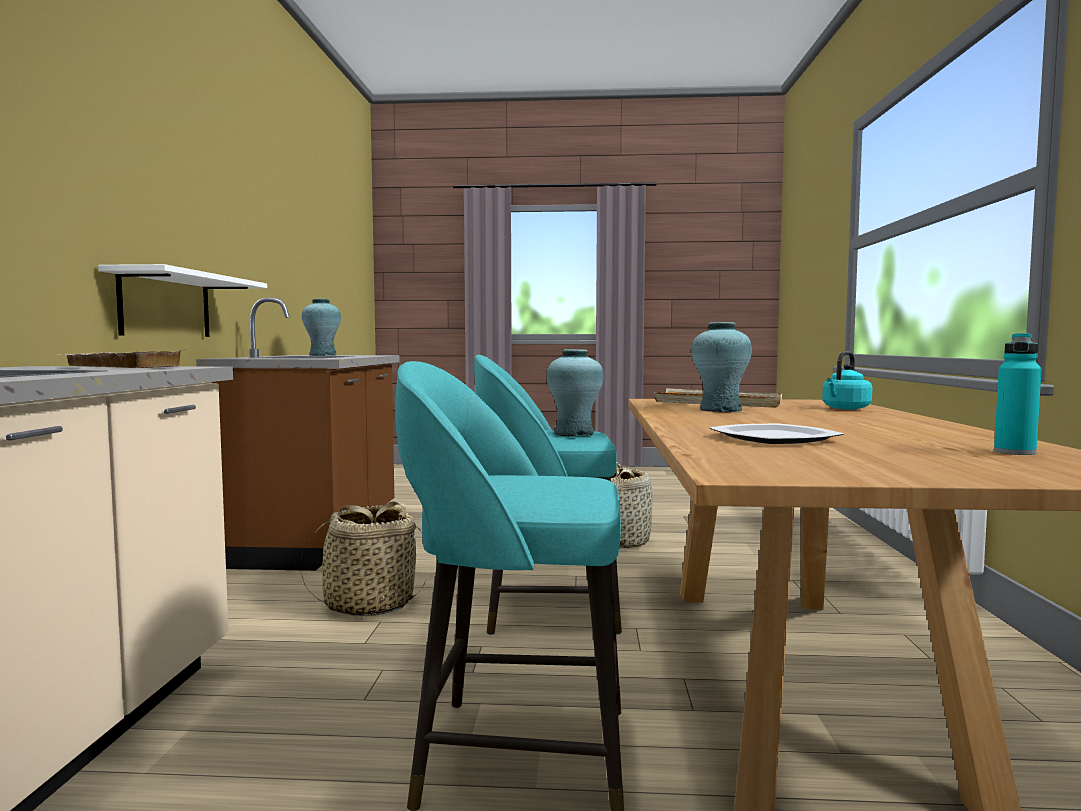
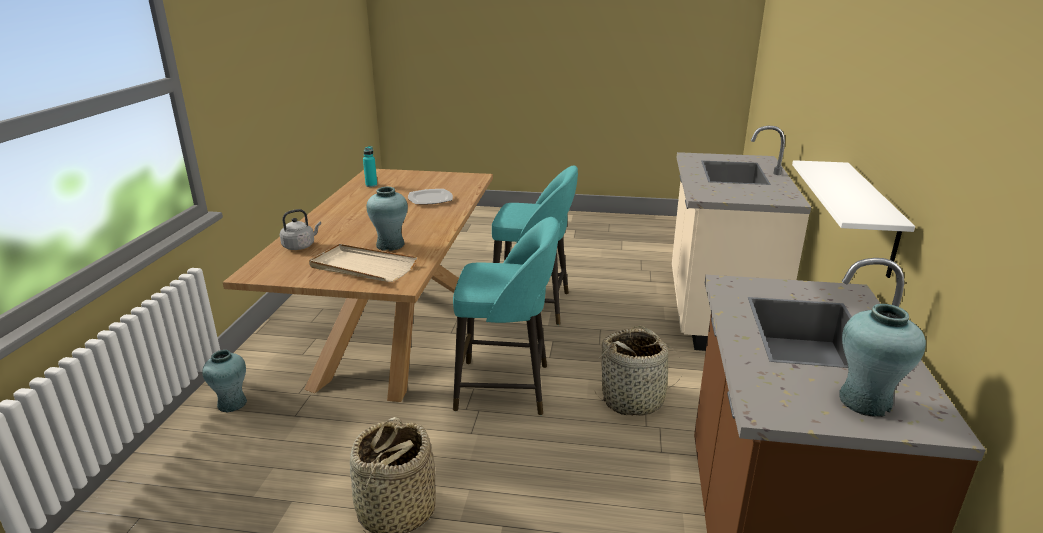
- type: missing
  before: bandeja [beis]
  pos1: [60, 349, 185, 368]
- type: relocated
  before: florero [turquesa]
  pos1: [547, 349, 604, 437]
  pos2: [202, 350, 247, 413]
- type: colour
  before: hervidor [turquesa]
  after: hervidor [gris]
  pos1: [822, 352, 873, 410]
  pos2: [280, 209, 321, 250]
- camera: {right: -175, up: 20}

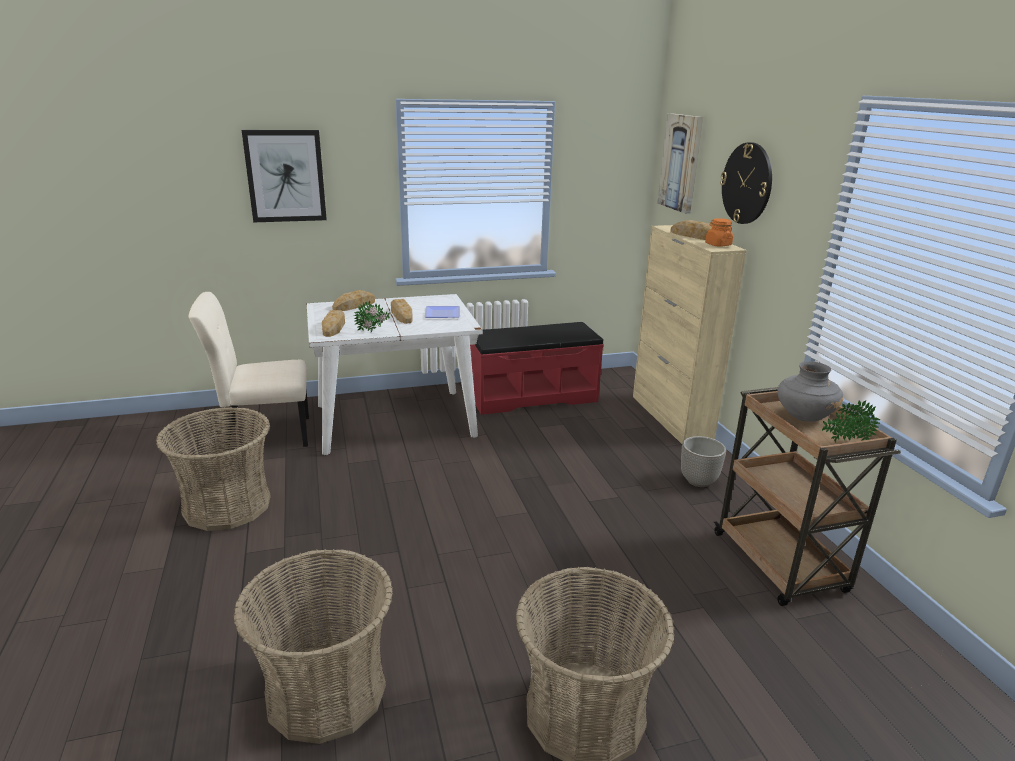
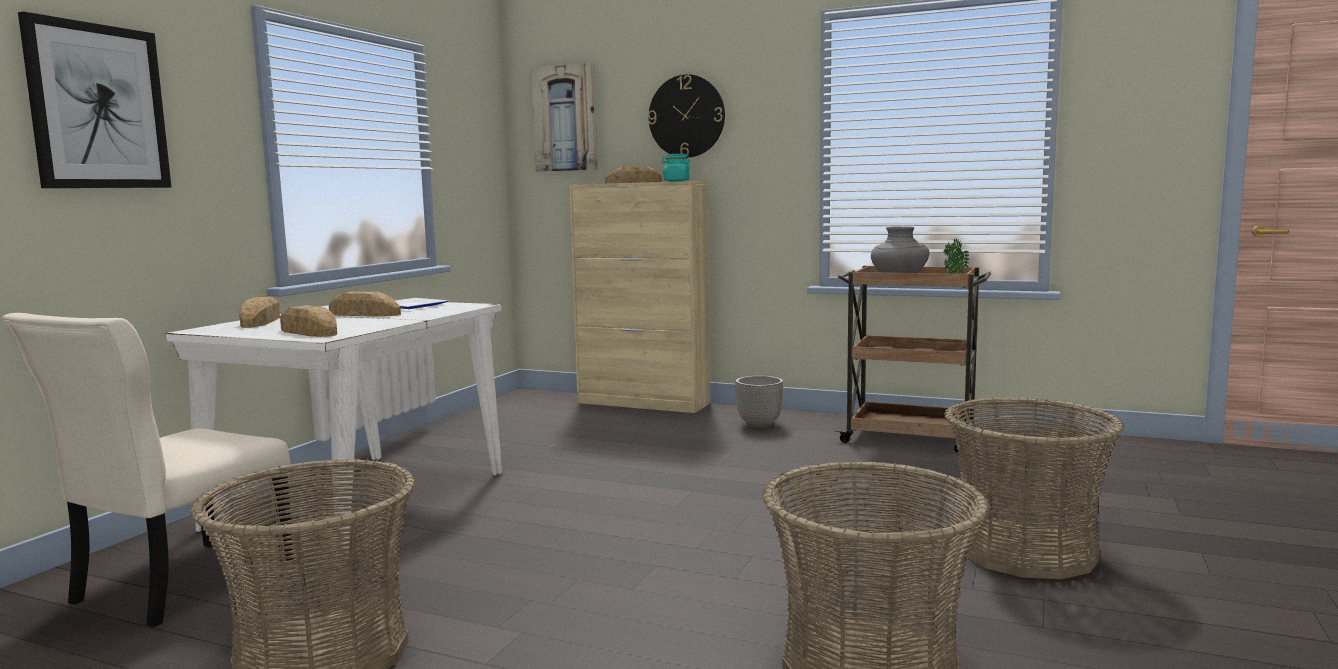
- type: colour
  before: tarro [naranja]
  after: tarro [turquesa]
  pos1: [705, 218, 733, 247]
  pos2: [661, 154, 691, 182]
- type: missing
  before: planta en maceta
  pos1: [354, 301, 390, 332]
- type: missing
  before: banco [rojo]
  pos1: [470, 322, 604, 415]
- camera: {right: -50, up: -15}

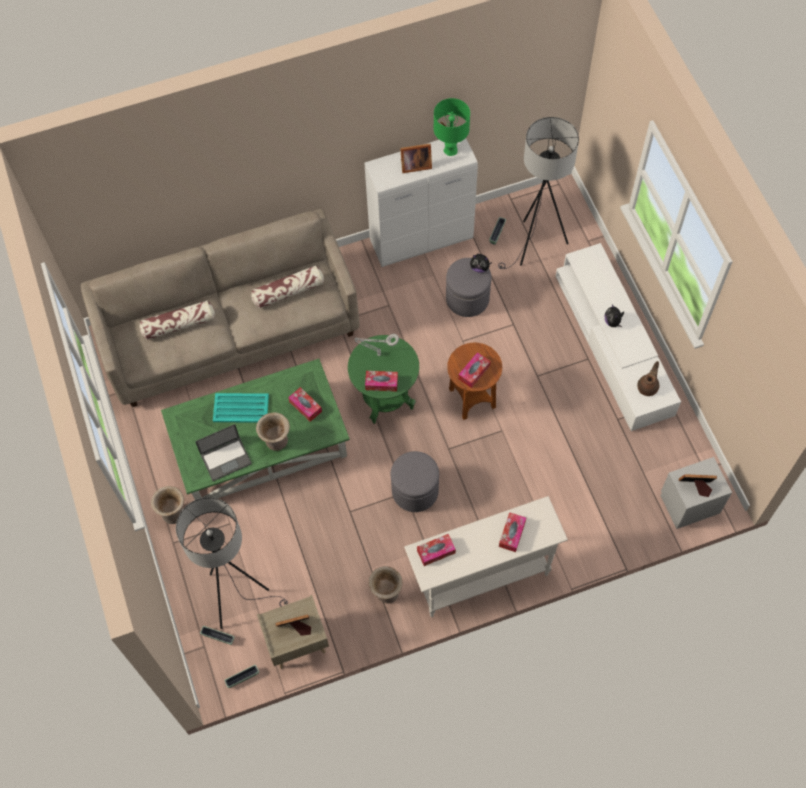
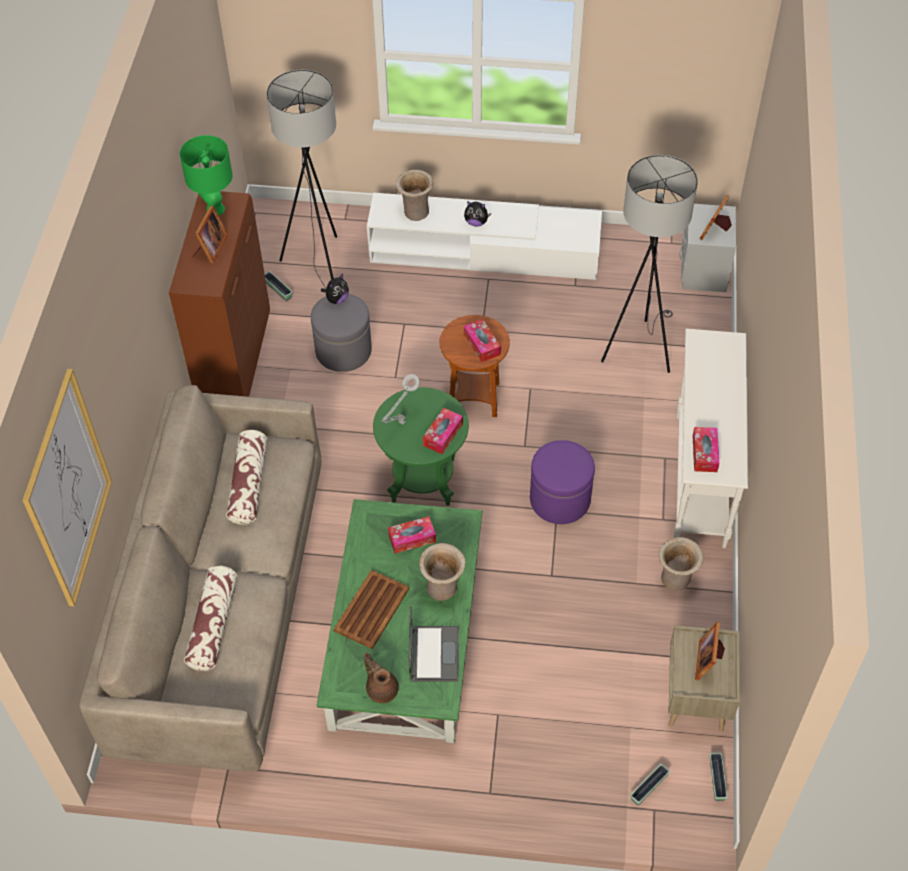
- type: colour
  before: armario [blanco]
  after: armario [marrón]
  pos1: [364, 138, 478, 267]
  pos2: [169, 191, 270, 397]
- type: relocated
  before: tetera [marrón]
  pos1: [637, 361, 659, 396]
  pos2: [364, 653, 399, 703]
- type: colour
  before: bandeja [turquesa]
  after: bandeja [marrón]
  pos1: [213, 393, 269, 423]
  pos2: [333, 570, 409, 649]
- type: colour
  before: puf [gris]
  after: puf [morado]
  pos1: [391, 451, 439, 512]
  pos2: [530, 440, 595, 524]
- type: relocated
  before: florero [beis]
  pos1: [151, 486, 184, 524]
  pos2: [396, 170, 433, 221]
- type: relocated
  before: lámpara de pie [gris]
  pos1: [176, 497, 288, 629]
  pos2: [601, 155, 698, 373]
- type: missing
  before: caja de pañuelos
  pos1: [499, 512, 526, 552]
- type: appeared
  after: cuadro
  pos2: [22, 369, 112, 607]
- camera: {right: -65, up: -10}

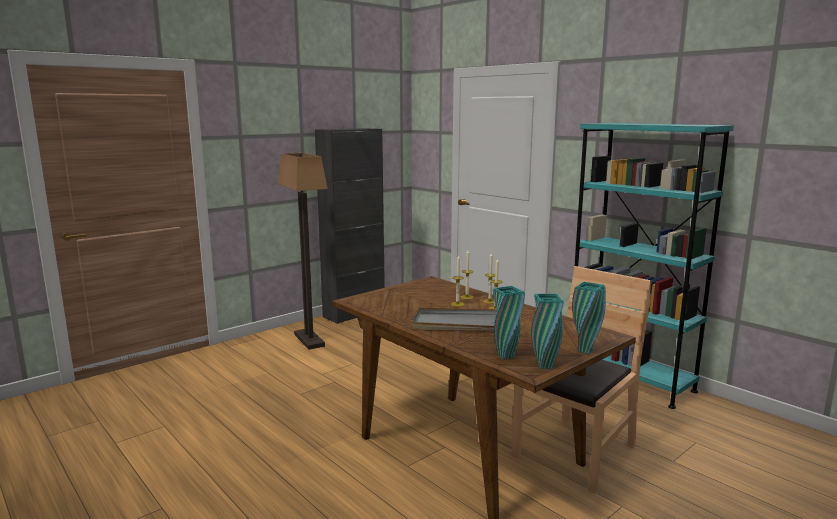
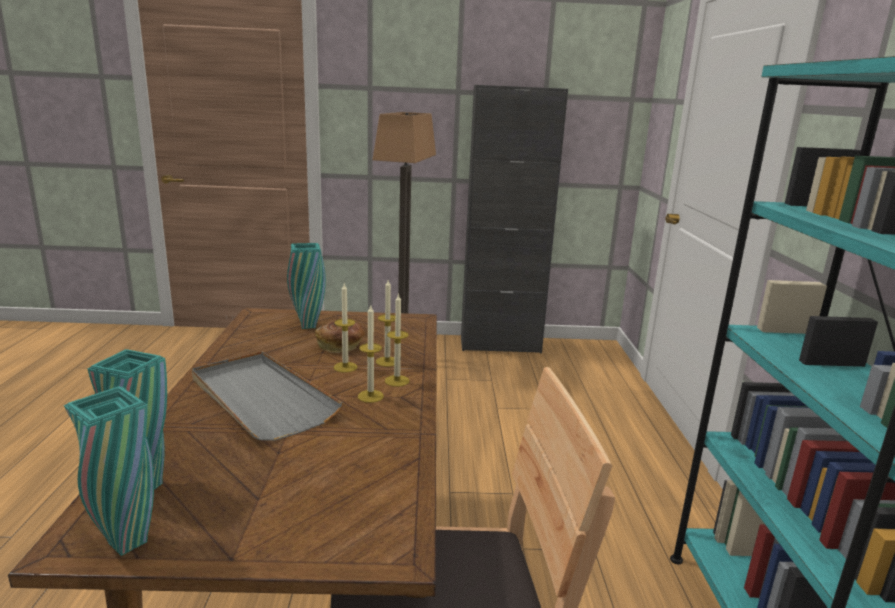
- type: relocated
  before: florero [turquesa]
  pos1: [572, 282, 606, 354]
  pos2: [287, 243, 326, 329]
- type: appeared
  after: pan
  pos2: [315, 321, 365, 353]
- camera: {right: 40, up: 5}

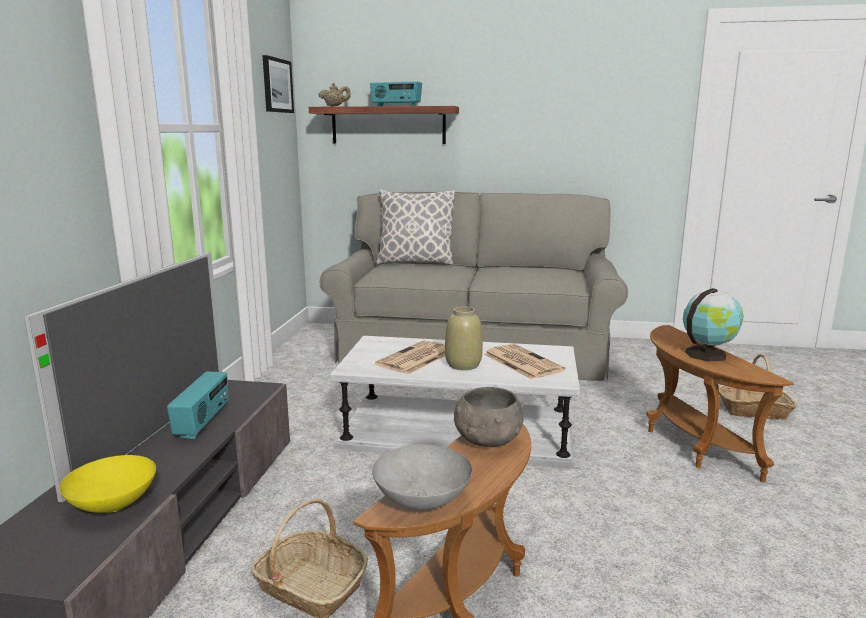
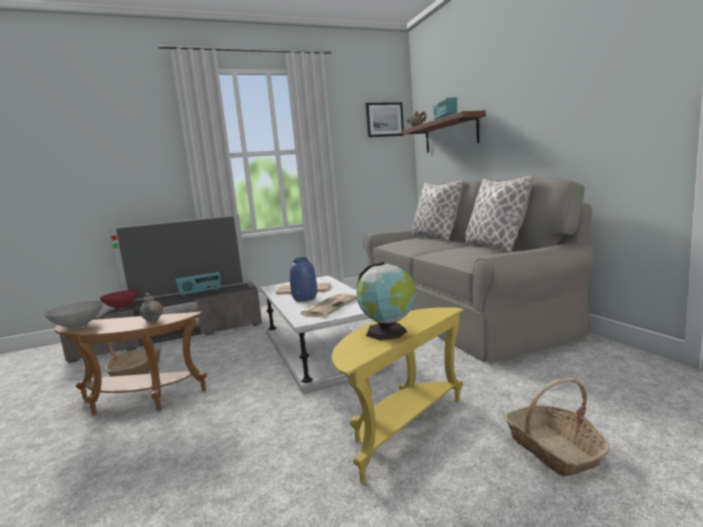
- type: colour
  before: florero [beis]
  after: florero [azul]
  pos1: [445, 306, 483, 370]
  pos2: [290, 257, 317, 302]
- type: colour
  before: mesa auxiliar [marrón]
  after: mesa auxiliar [amarillo]
  pos1: [647, 325, 793, 482]
  pos2: [332, 307, 464, 484]
- type: exchanged
  before: cuenco [gris]
  after: tetera [beis]
  pos1: [454, 387, 525, 447]
  pos2: [139, 293, 163, 321]
- type: colour
  before: cuenco [amarillo]
  after: cuenco [rojo]
  pos1: [59, 455, 156, 513]
  pos2: [100, 290, 139, 309]
- type: appeared
  after: cojín
  pos2: [466, 176, 534, 252]
- camera: {right: 60, up: -5}

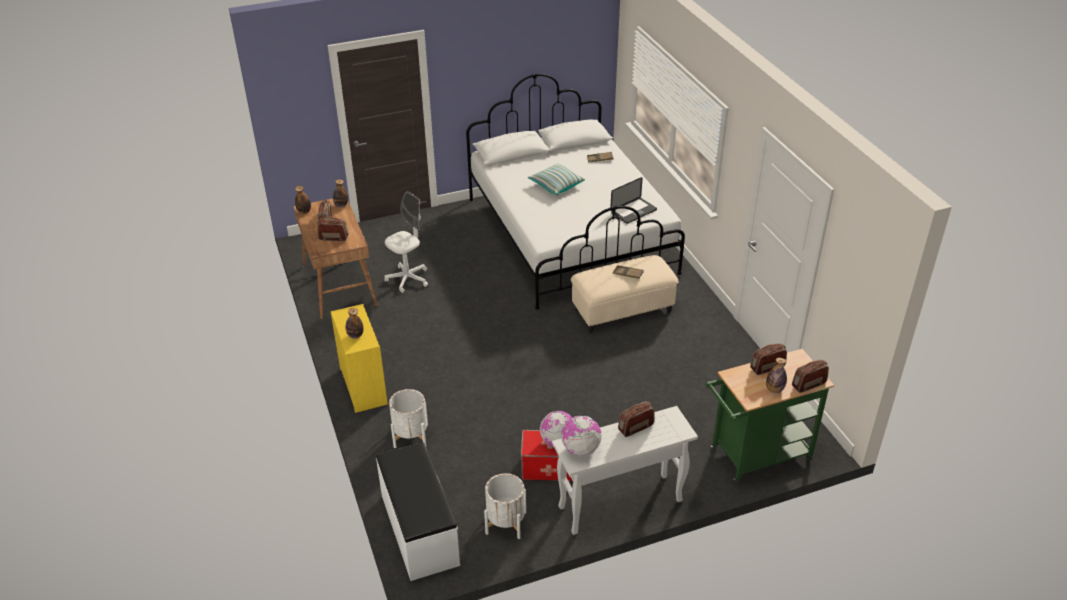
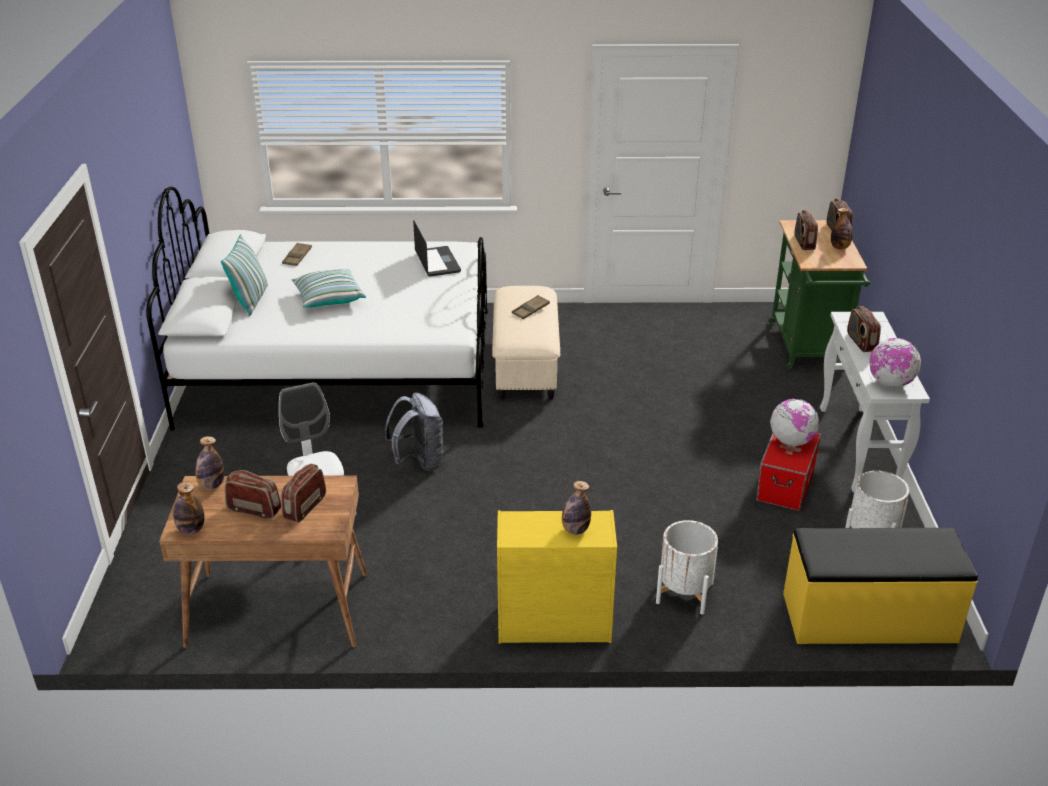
- type: colour
  before: banco [blanco]
  after: banco [amarillo]
  pos1: [376, 442, 460, 581]
  pos2: [783, 528, 978, 644]
- type: appeared
  after: cojín
  pos2: [221, 234, 268, 316]
- type: appeared
  after: mochila [gris]
  pos2: [385, 392, 444, 471]
- camera: {right: -70, up: -5}

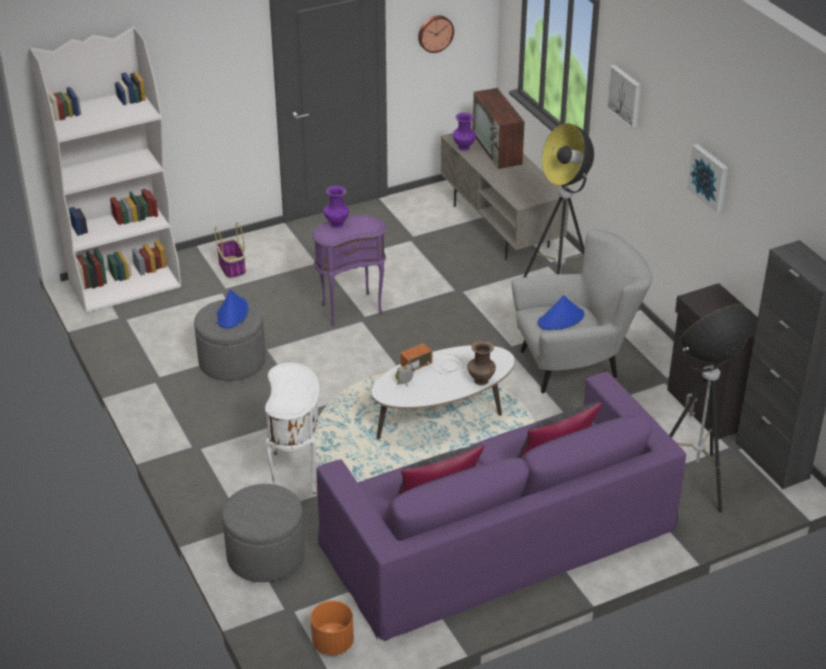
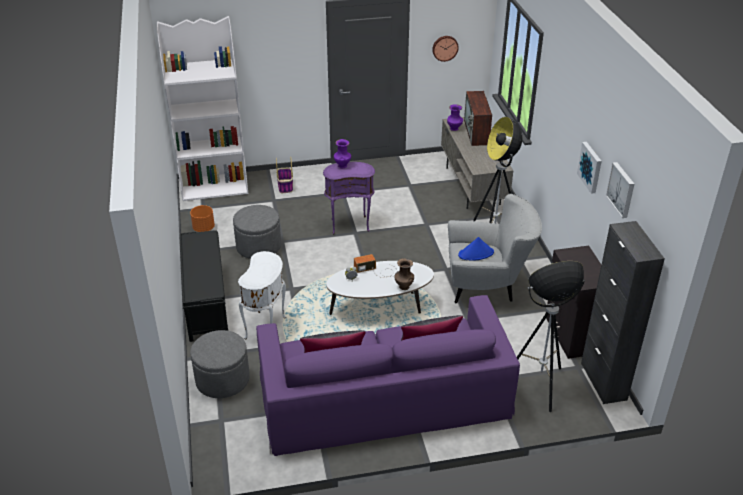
- type: relocated
  before: cuadro
  pos1: [606, 65, 641, 129]
  pos2: [606, 162, 634, 218]
- type: missing
  before: sombrero [azul]
  pos1: [217, 289, 248, 328]
- type: relocated
  before: maceta [naranja]
  pos1: [311, 601, 354, 655]
  pos2: [190, 205, 215, 232]
- type: appeared
  after: banco [negro]
  pos2: [179, 230, 228, 342]
- camera: {right: 15, up: 0}

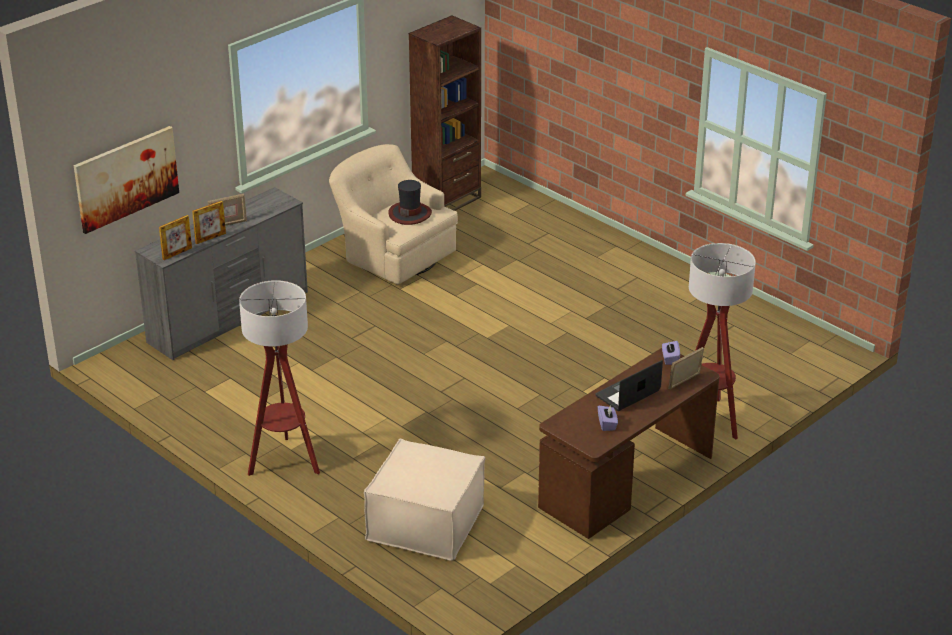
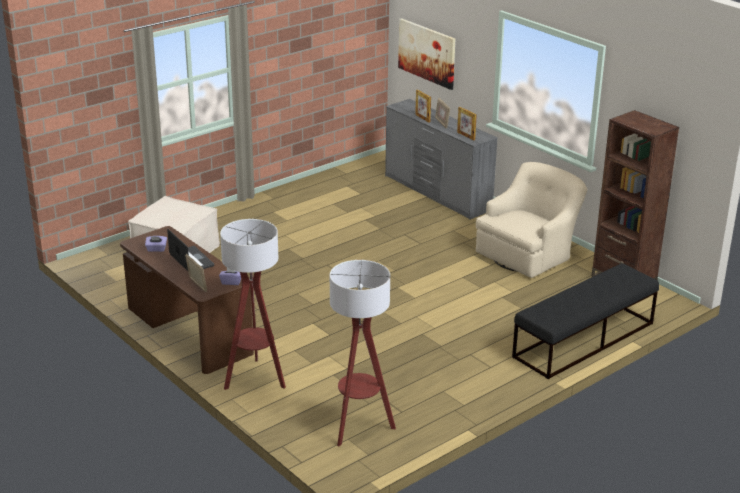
- type: missing
  before: sombrero
  pos1: [388, 180, 432, 225]
- type: relocated
  before: portarretratos
  pos1: [159, 215, 192, 260]
  pos2: [457, 107, 477, 140]
- type: relocated
  before: lámpara de pie
  pos1: [239, 280, 320, 476]
  pos2: [330, 260, 396, 446]
- type: appeared
  after: banco [negro]
  pos2: [512, 263, 659, 379]
- camera: {right: 95, up: -5}

